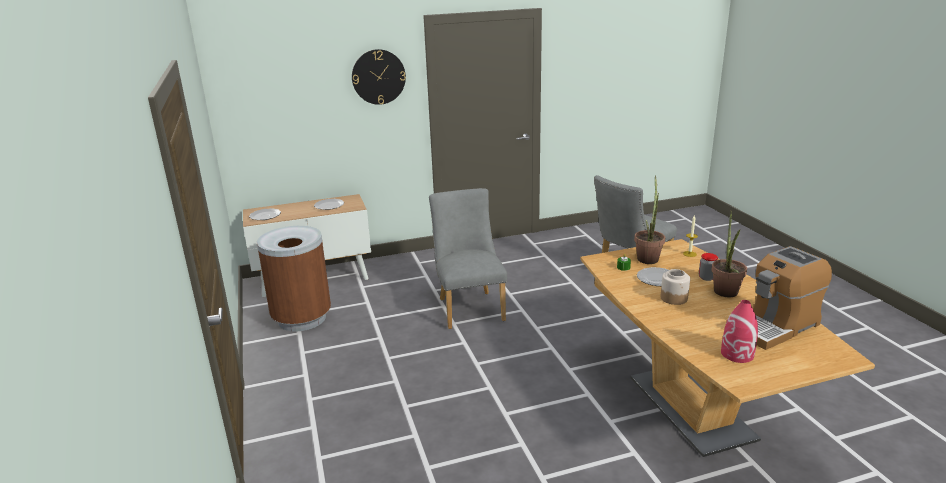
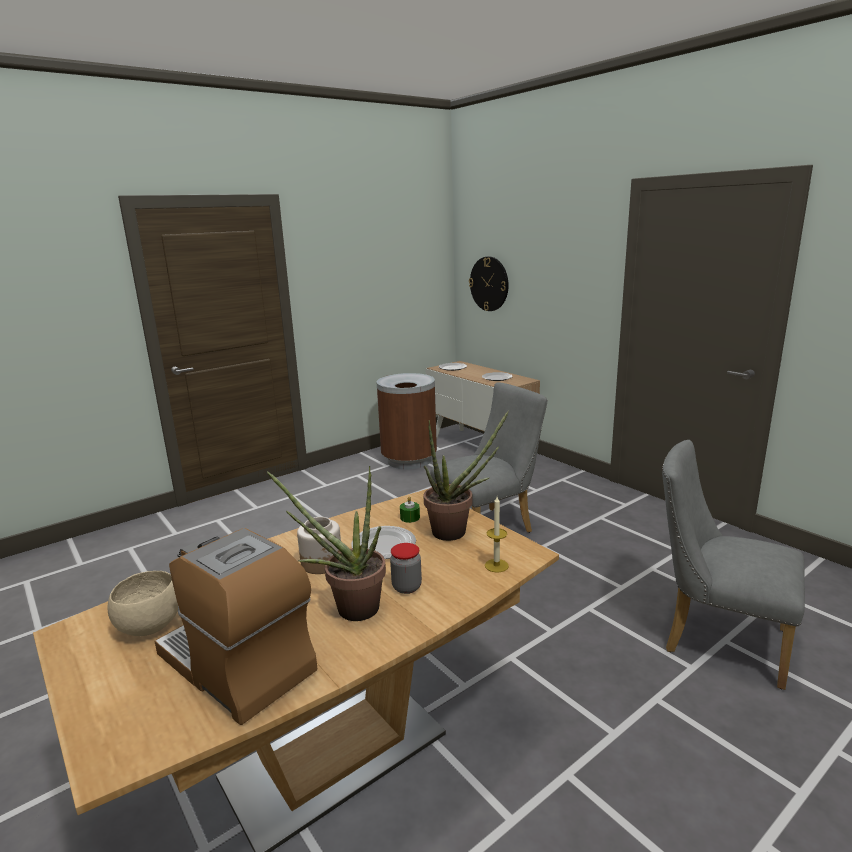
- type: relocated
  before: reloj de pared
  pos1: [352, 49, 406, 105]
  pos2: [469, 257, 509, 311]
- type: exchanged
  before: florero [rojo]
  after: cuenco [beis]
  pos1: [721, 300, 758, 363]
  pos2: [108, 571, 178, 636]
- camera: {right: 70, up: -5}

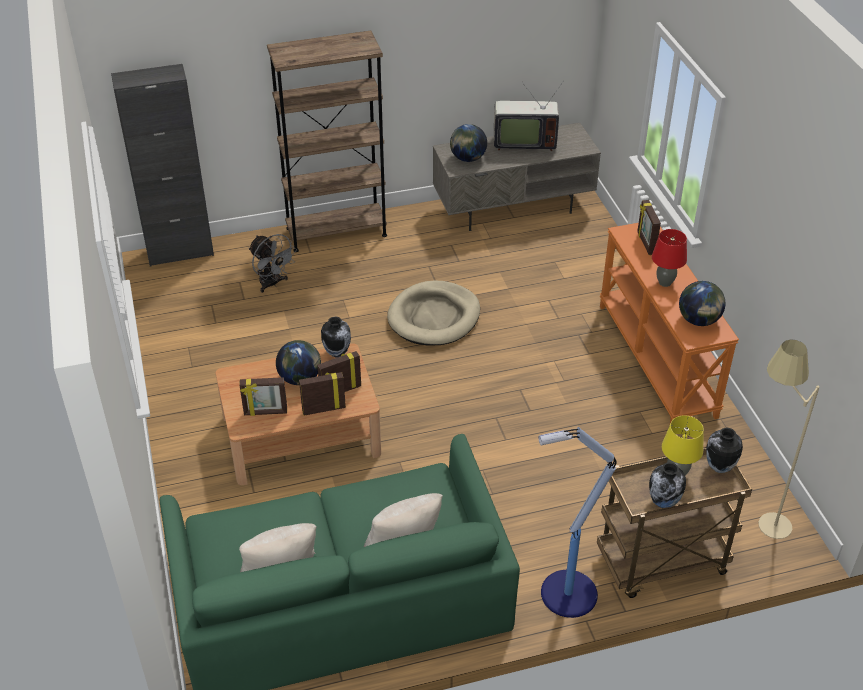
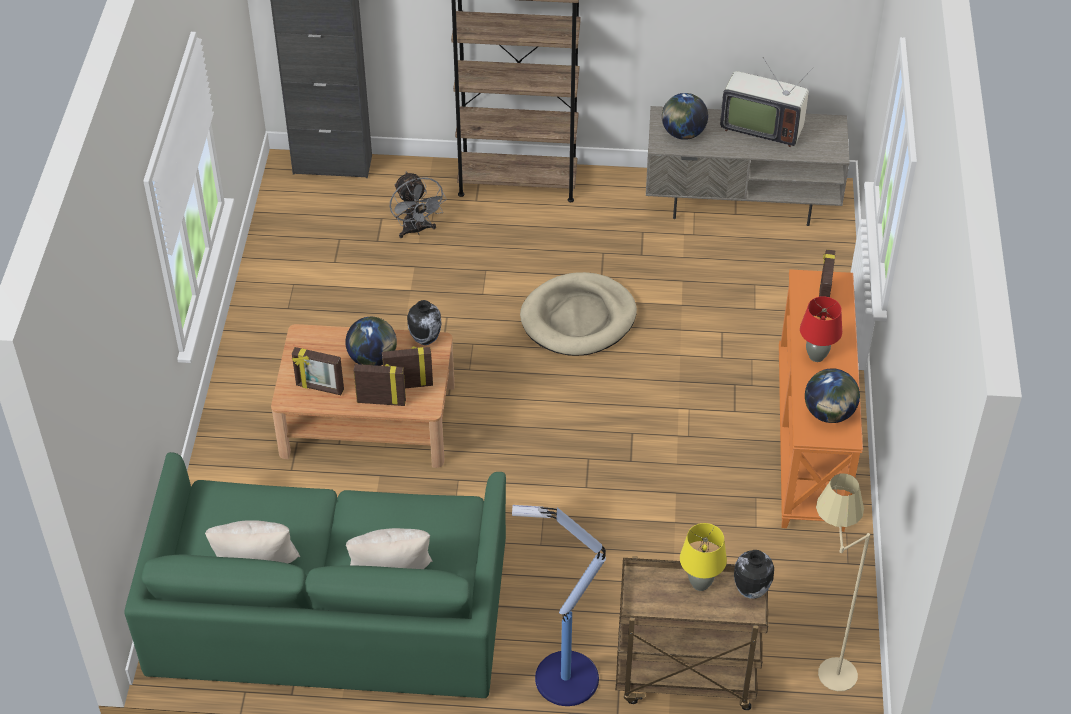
- type: missing
  before: florero
  pos1: [649, 462, 686, 508]
- camera: {right: 20, up: 5}

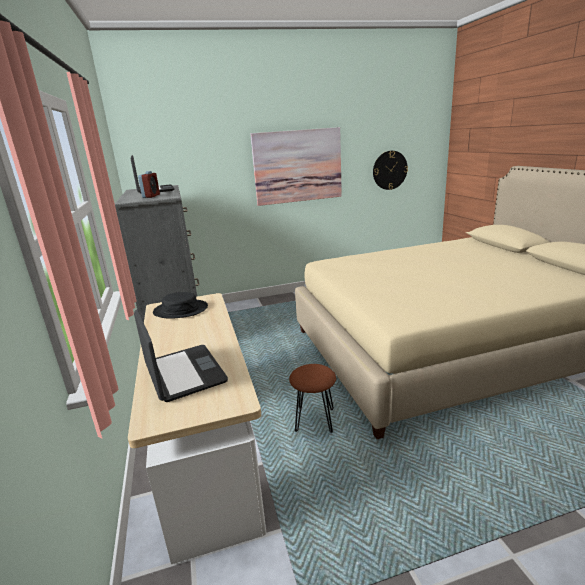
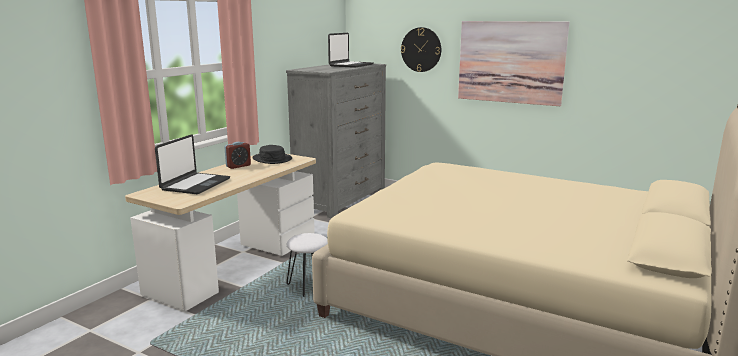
- type: relocated
  before: reloj de pared
  pos1: [373, 151, 408, 190]
  pos2: [401, 27, 441, 72]
- type: relocated
  before: despertador
  pos1: [138, 171, 160, 198]
  pos2: [224, 142, 251, 169]
- type: colour
  before: taburete [marrón]
  after: taburete [blanco]
  pos1: [289, 364, 336, 433]
  pos2: [286, 233, 328, 297]
- camera: {right: 45, up: -5}

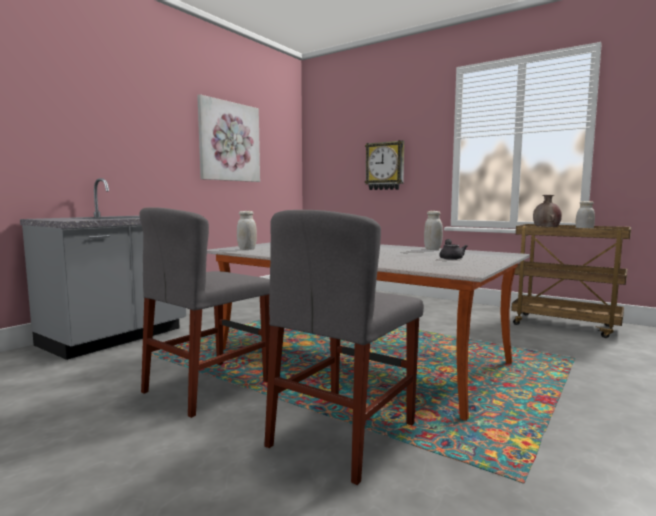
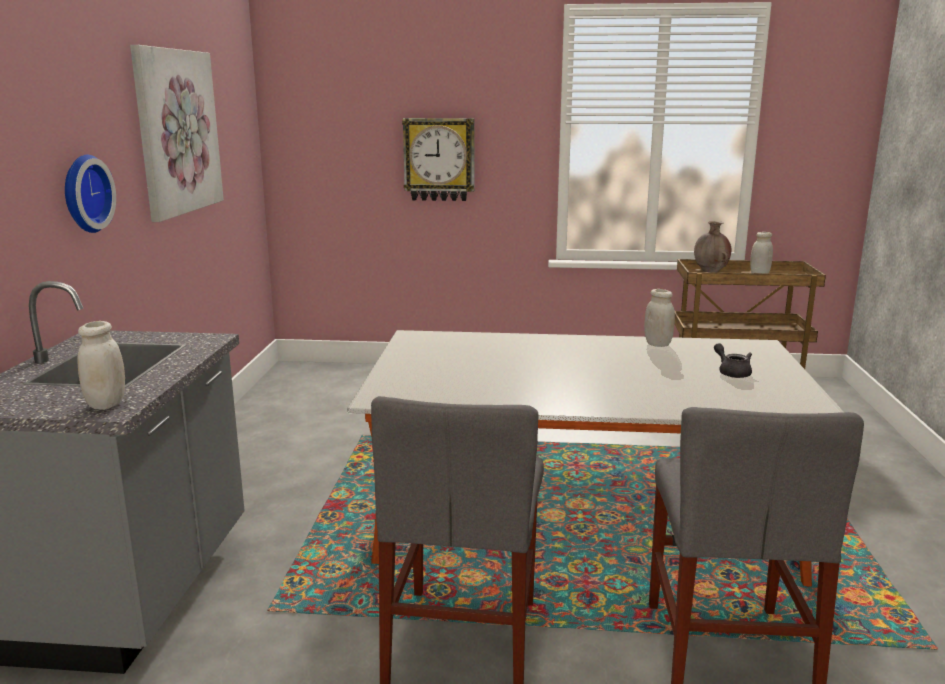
- type: relocated
  before: tarro [blanco]
  pos1: [237, 211, 257, 250]
  pos2: [78, 321, 125, 410]
- type: appeared
  after: reloj de pared
  pos2: [65, 155, 116, 233]
- camera: {right: -30, up: 10}

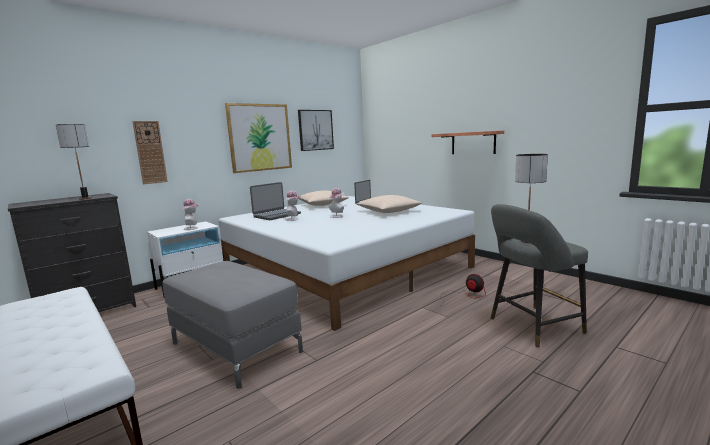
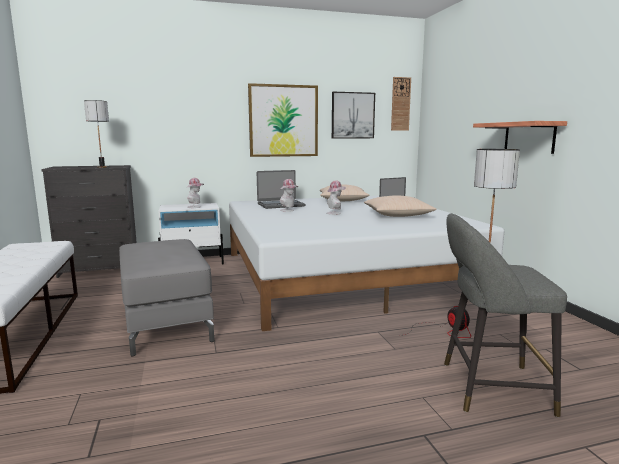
- type: relocated
  before: reloj de pared
  pos1: [132, 121, 168, 184]
  pos2: [391, 77, 411, 131]
- camera: {right: 25, up: 0}

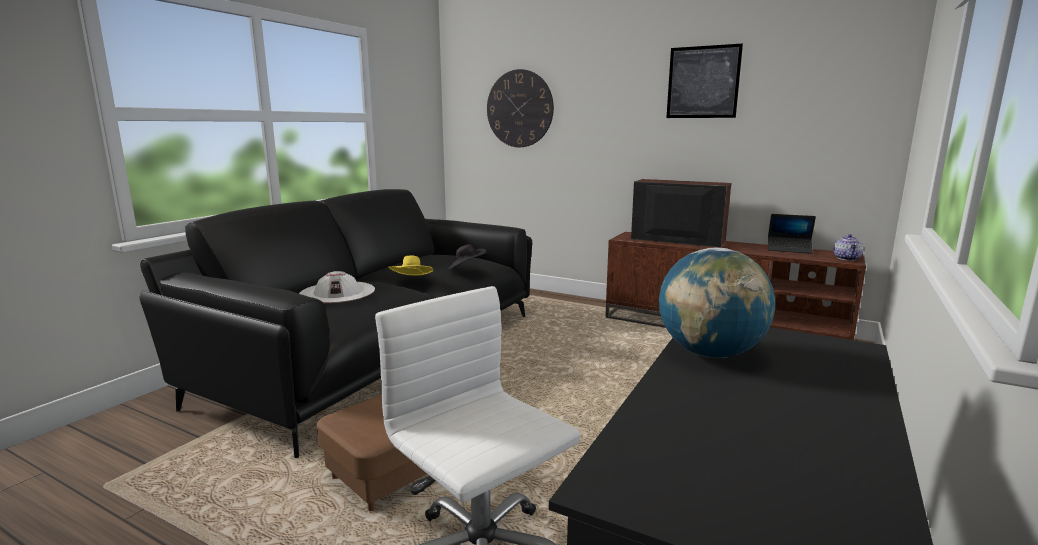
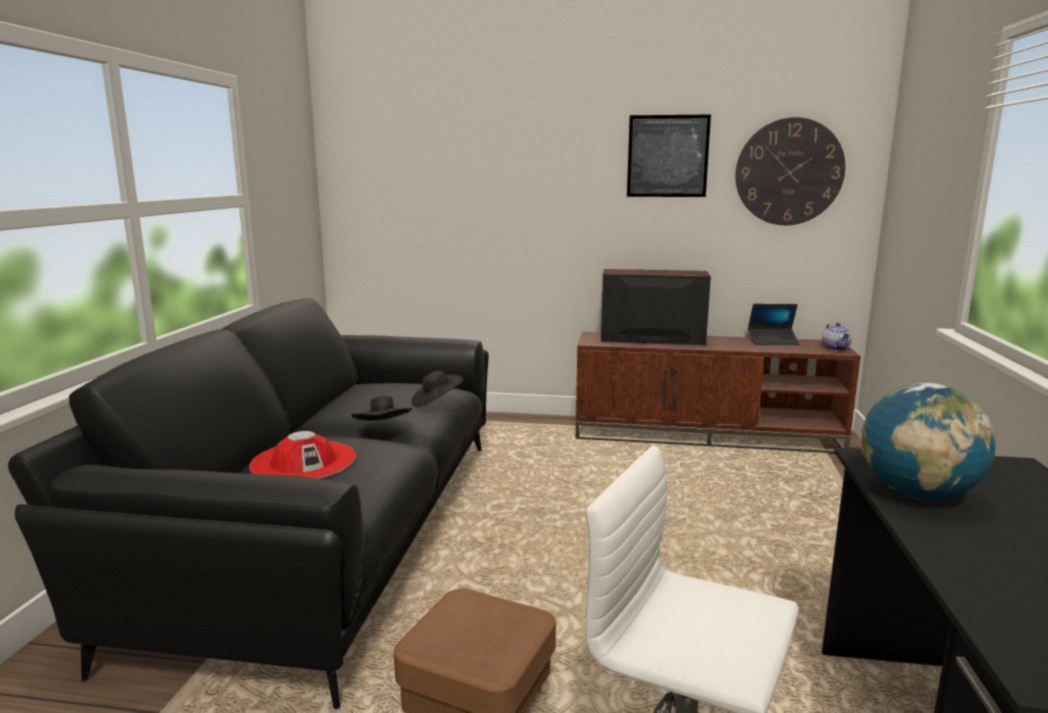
- type: relocated
  before: reloj de pared
  pos1: [487, 69, 554, 147]
  pos2: [735, 117, 845, 225]
- type: colour
  before: sombrero [amarillo]
  after: sombrero [negro]
  pos1: [388, 255, 433, 275]
  pos2: [352, 395, 412, 421]
- type: colour
  before: sombrero [blanco]
  after: sombrero [rojo]
  pos1: [299, 271, 375, 303]
  pos2: [249, 431, 356, 479]
- camera: {right: -20, up: 0}

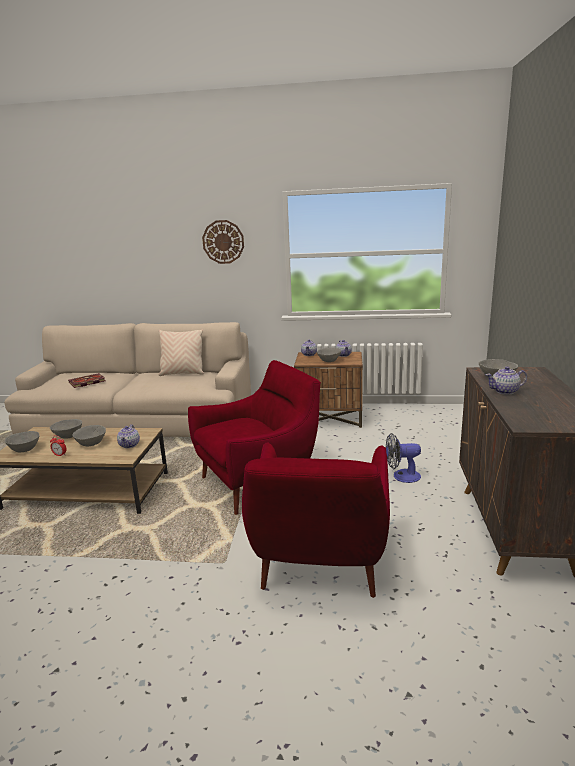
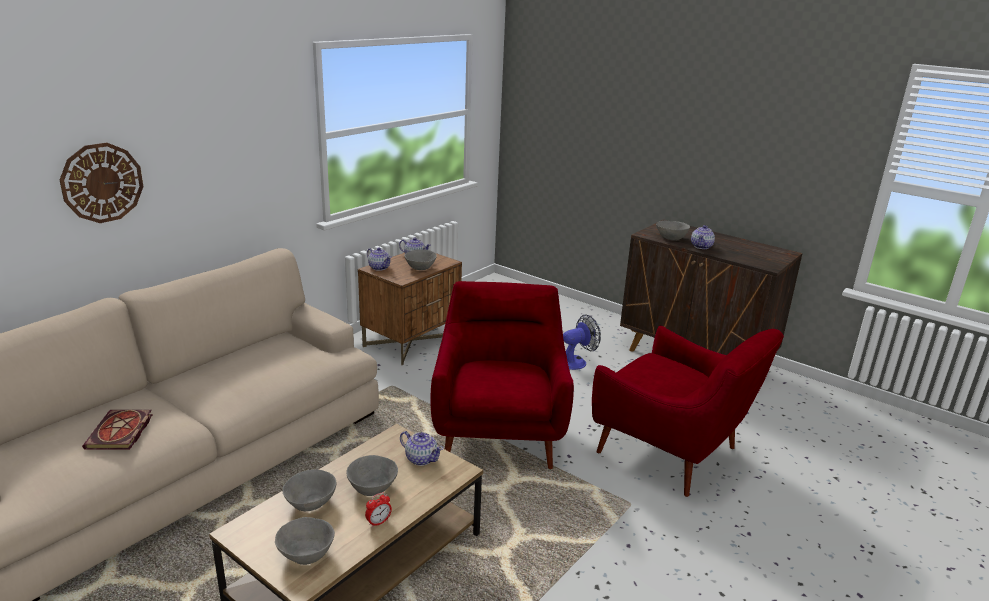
- type: relocated
  before: reloj de pared
  pos1: [202, 220, 244, 264]
  pos2: [60, 143, 144, 223]
- type: missing
  before: cojín [beis]
  pos1: [159, 329, 204, 376]
- type: spun
  before: ventilador
  pos1: [386, 433, 421, 483]
  pos2: [563, 315, 601, 370]
  turn: -150
- camera: {right: -60, up: 5}

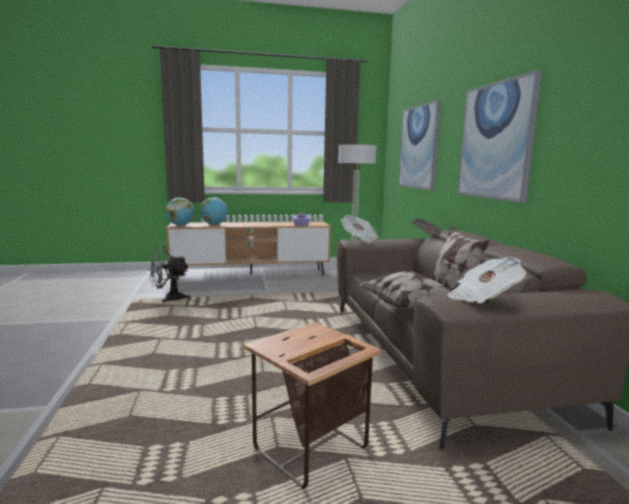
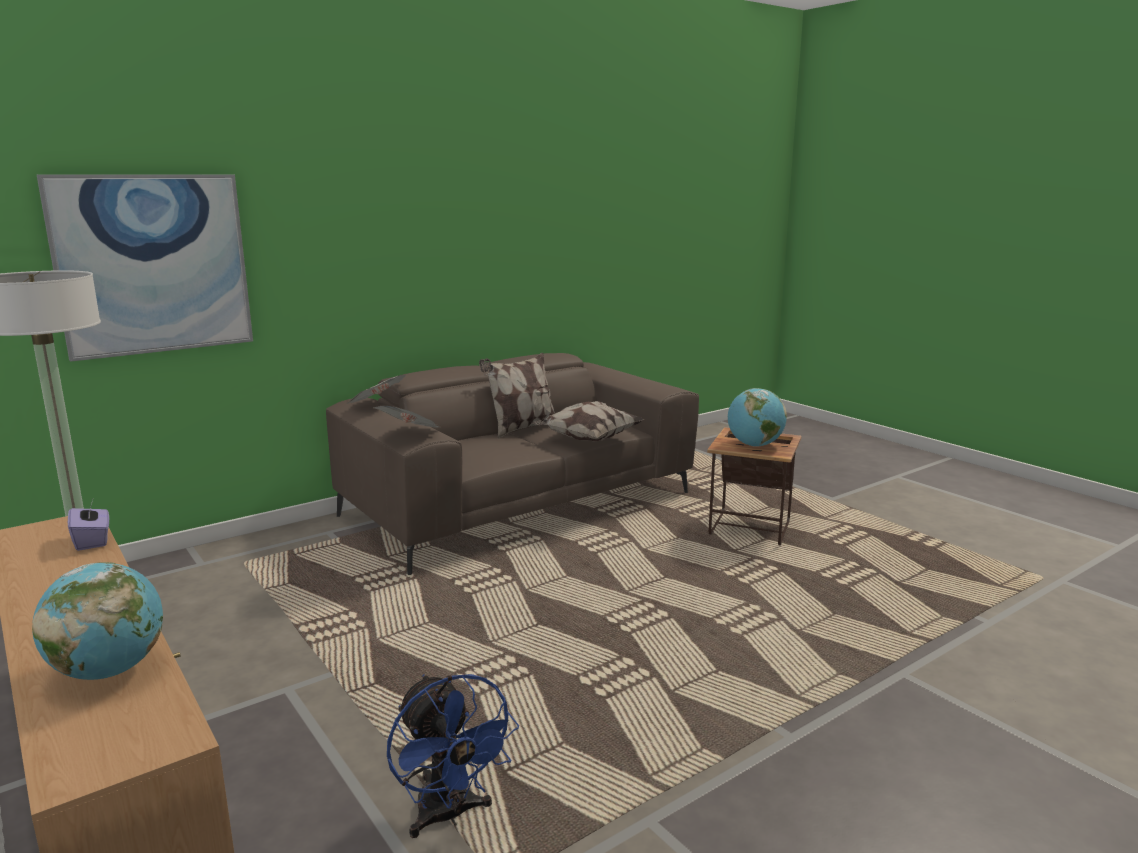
- type: missing
  before: cuadro
  pos1: [458, 70, 542, 203]
- type: relocated
  before: globo terráqueo
  pos1: [166, 198, 195, 226]
  pos2: [728, 388, 787, 447]
- type: colour
  before: ventilador [gris]
  after: ventilador [azul]
  pos1: [148, 246, 191, 303]
  pos2: [387, 674, 519, 838]
- type: missing
  before: periódico
  pos1: [448, 257, 526, 303]
- camera: {right: -115, up: 5}

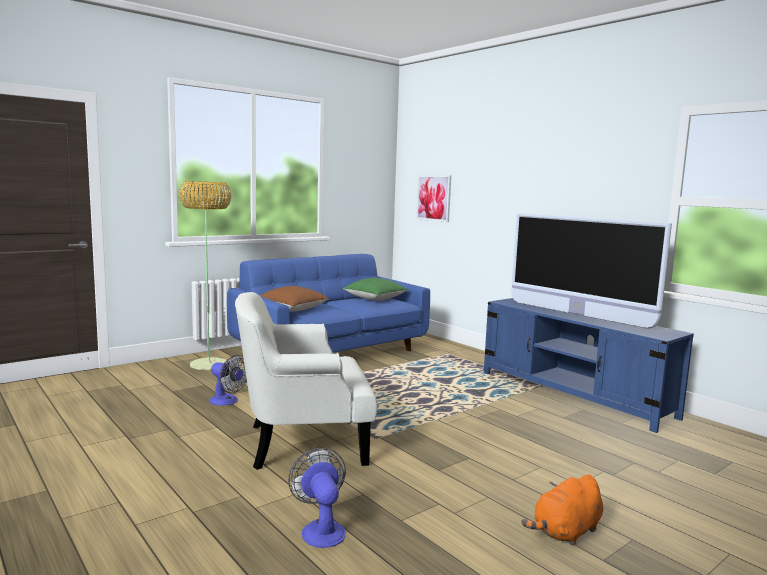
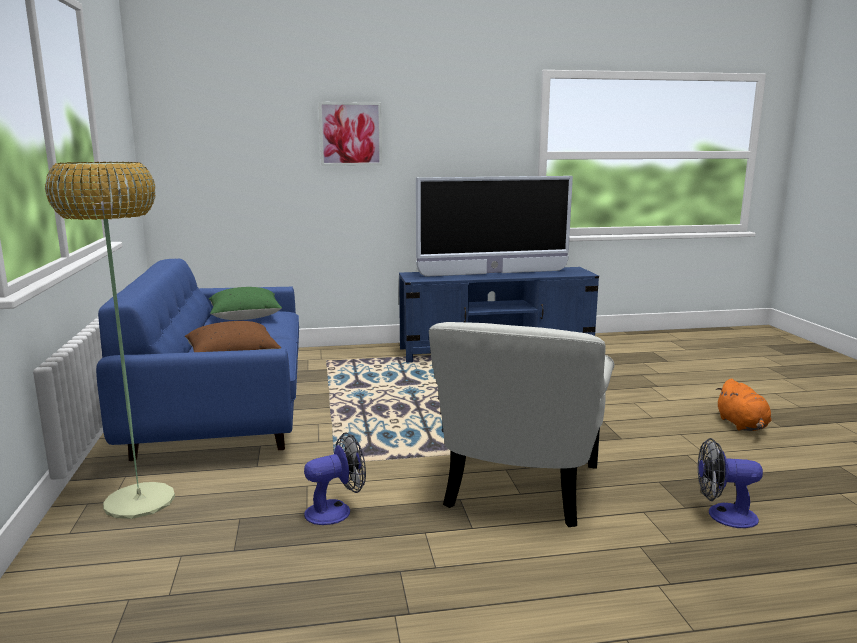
- type: relocated
  before: cuadro
  pos1: [416, 175, 451, 222]
  pos2: [319, 102, 382, 166]
- camera: {right: -60, up: 5}

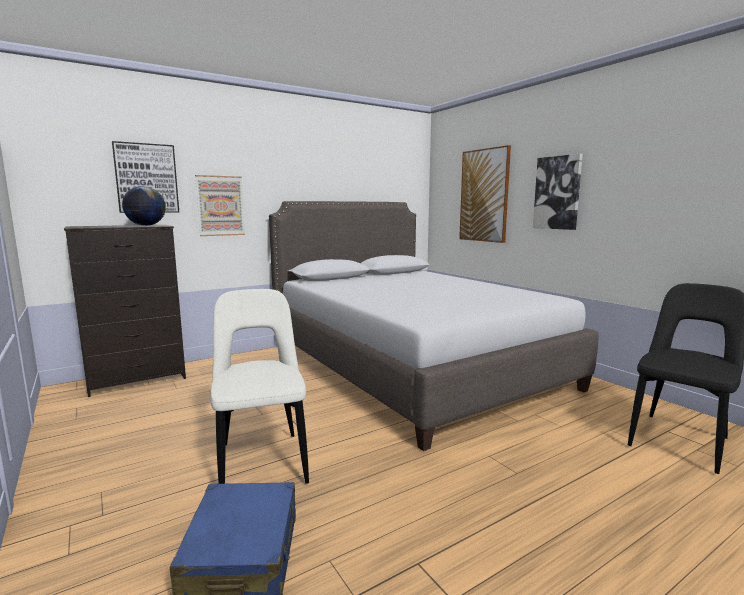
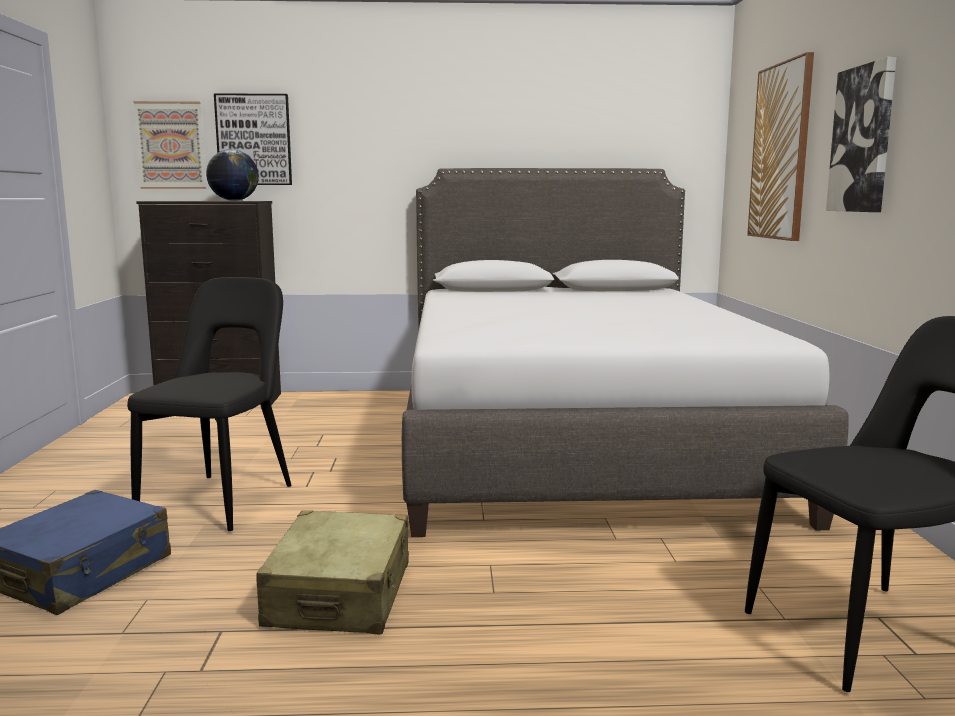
- type: relocated
  before: cuadro
  pos1: [195, 175, 245, 236]
  pos2: [133, 101, 206, 189]
- type: colour
  before: silla [blanco]
  after: silla [negro]
  pos1: [210, 289, 309, 484]
  pos2: [127, 277, 292, 531]
- type: appeared
  after: maleta [beis]
  pos2: [256, 510, 409, 635]
- camera: {right: 30, up: 0}

